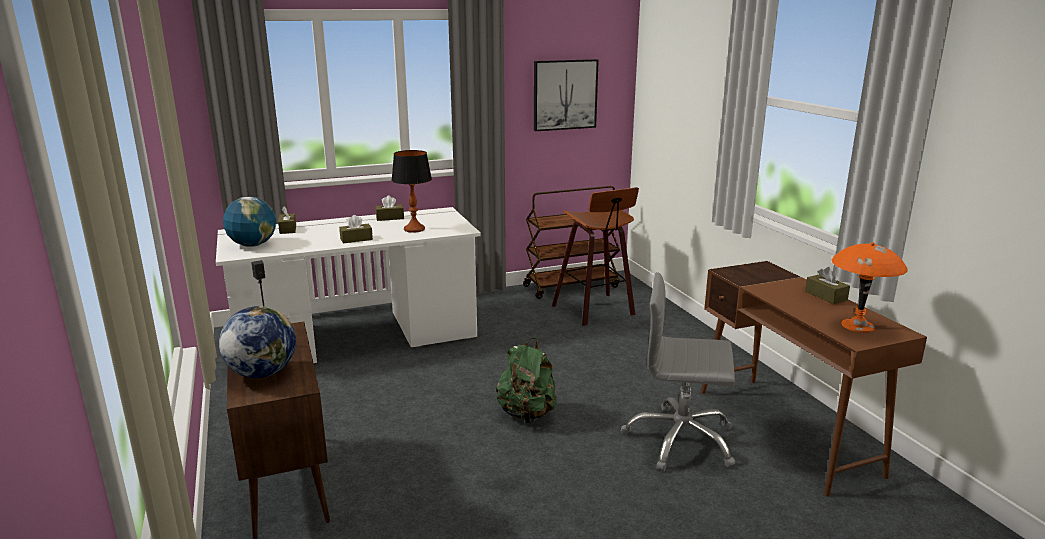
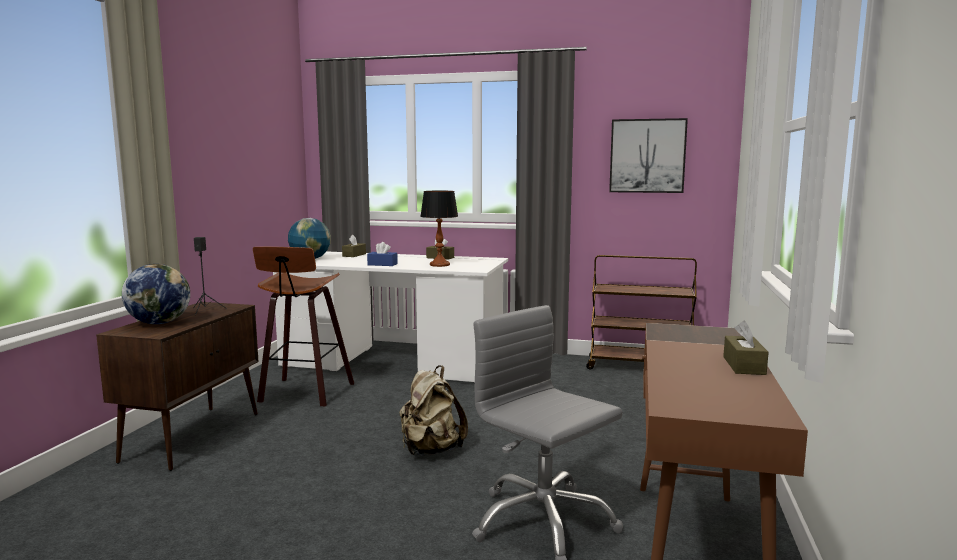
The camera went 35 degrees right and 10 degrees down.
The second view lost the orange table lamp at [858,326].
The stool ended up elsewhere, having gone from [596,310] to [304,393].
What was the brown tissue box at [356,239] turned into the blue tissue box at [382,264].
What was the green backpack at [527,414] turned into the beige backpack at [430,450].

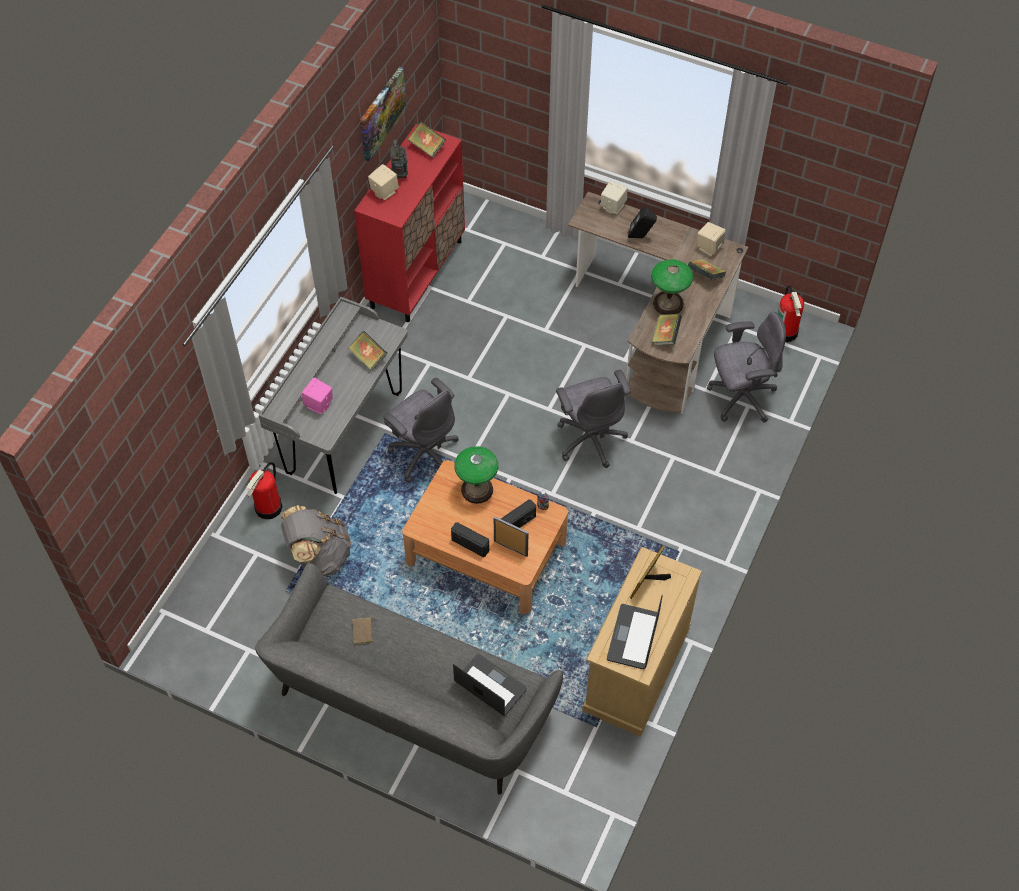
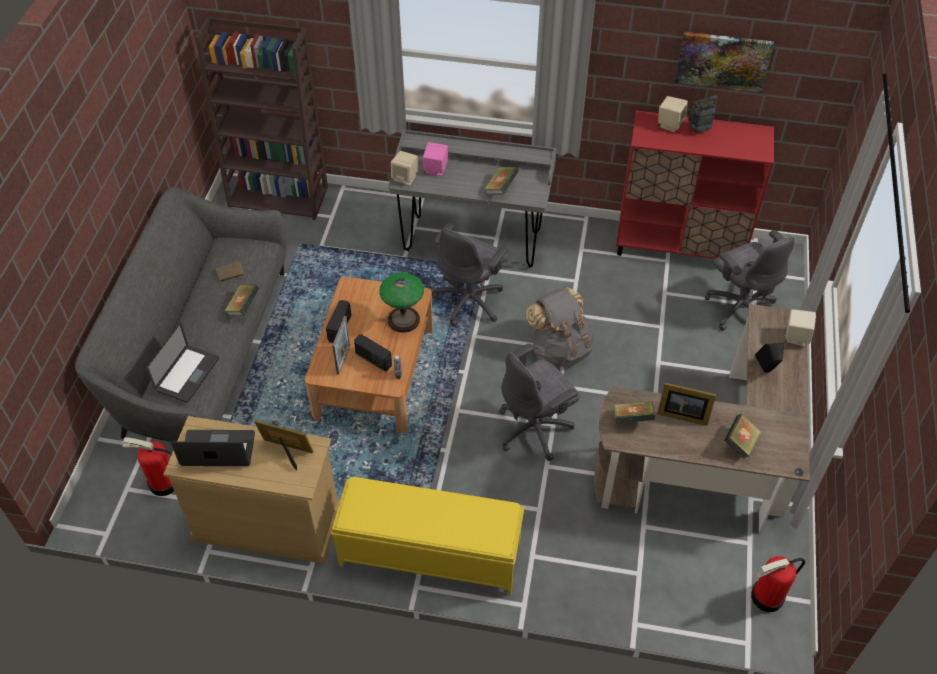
The camera went 75 degrees right and 5 degrees down.
The second view gained the brown bookcase at [279,197].
The second view gained the yellow bench at [428,554].
The fire extinguisher ended up elsewhere, having gone from [269,508] to [163,483].
The grey backpack ended up elsewhere, having gone from [319,555] to [560,349].
The book ended up elsewhere, having gone from [427,147] to [243,307].
The beige speaker ended up elsewhere, having gone from [709,247] to [405,178].
The grey office chair ended up elsewhere, having gone from [740,397] to [739,307].
Where the table lamp stood at [668,303], the picture frame came to stand at [681,413].

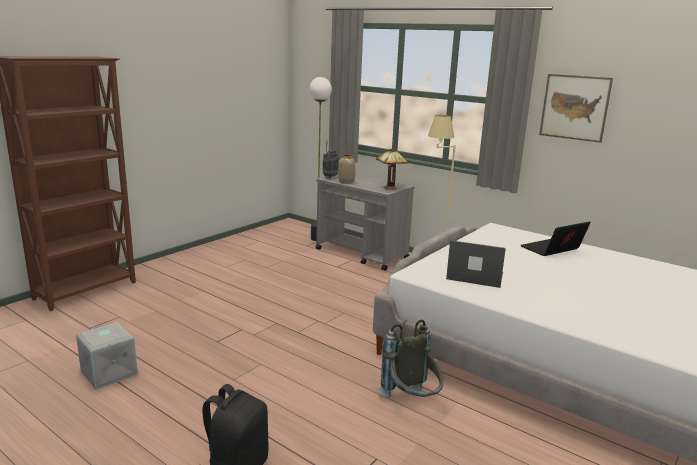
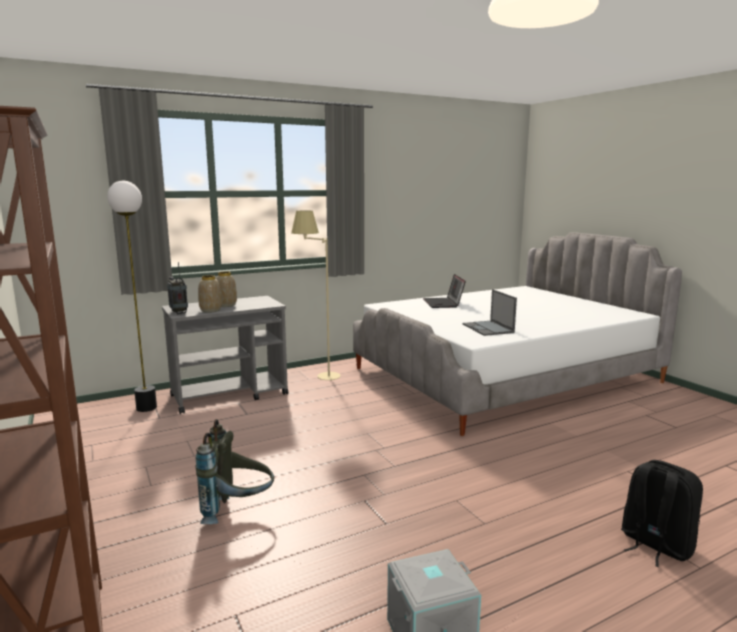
The camera went 65 degrees left and 5 degrees down.
The second view lost the table lamp at [390,188].
The second view lost the picture at [574,107].
The second view gained the vase at [226,305].
The grey backpack ended up elsewhere, having gone from [412,402] to [238,511].
The laptop at [474,276] ended up facing another way, 60 degrees counterclockwise from before.

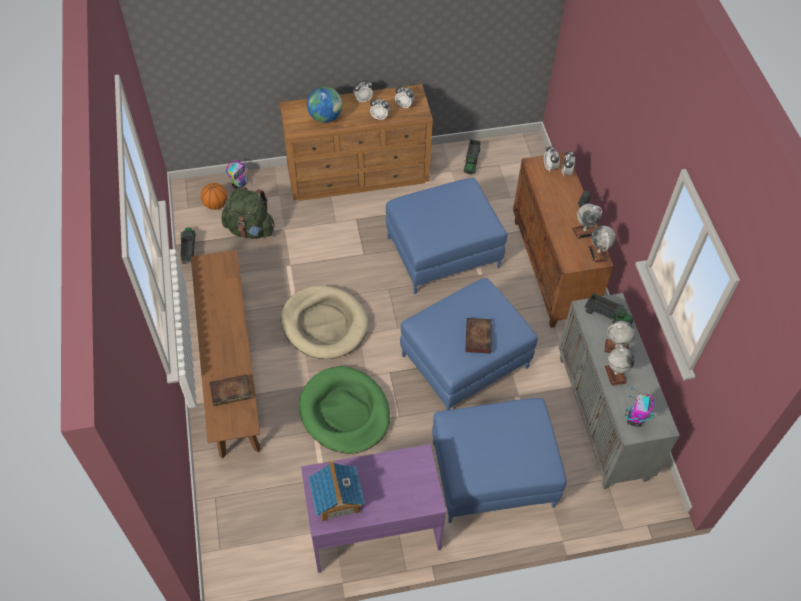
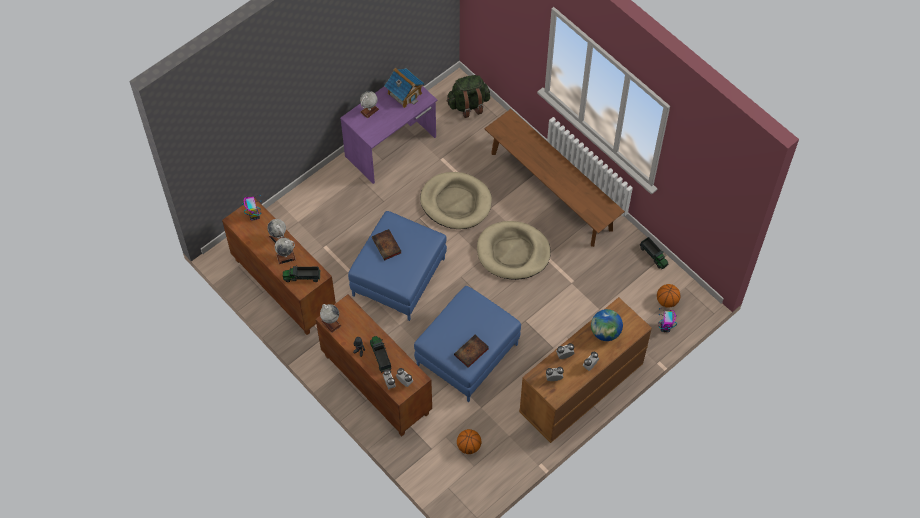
The camera went 150 degrees right and 5 degrees up.
The second view lost the blue ottoman at [493,474].
The second view gained the basketball at [468,446].
The book ended up elsewhere, having gone from [232,391] to [471,352].
The green backpack ended up elsewhere, having gone from [250,229] to [468,105].
The toy truck ended up elsewhere, having gone from [471,161] to [380,356].
The globe ended up elsewhere, having gone from [584,231] to [369,110].
What was the green dog bed at [344,412] turned into the beige dog bed at [456,202].
What was the grey cabinet at [603,418] turned into the brown cabinet at [283,287].

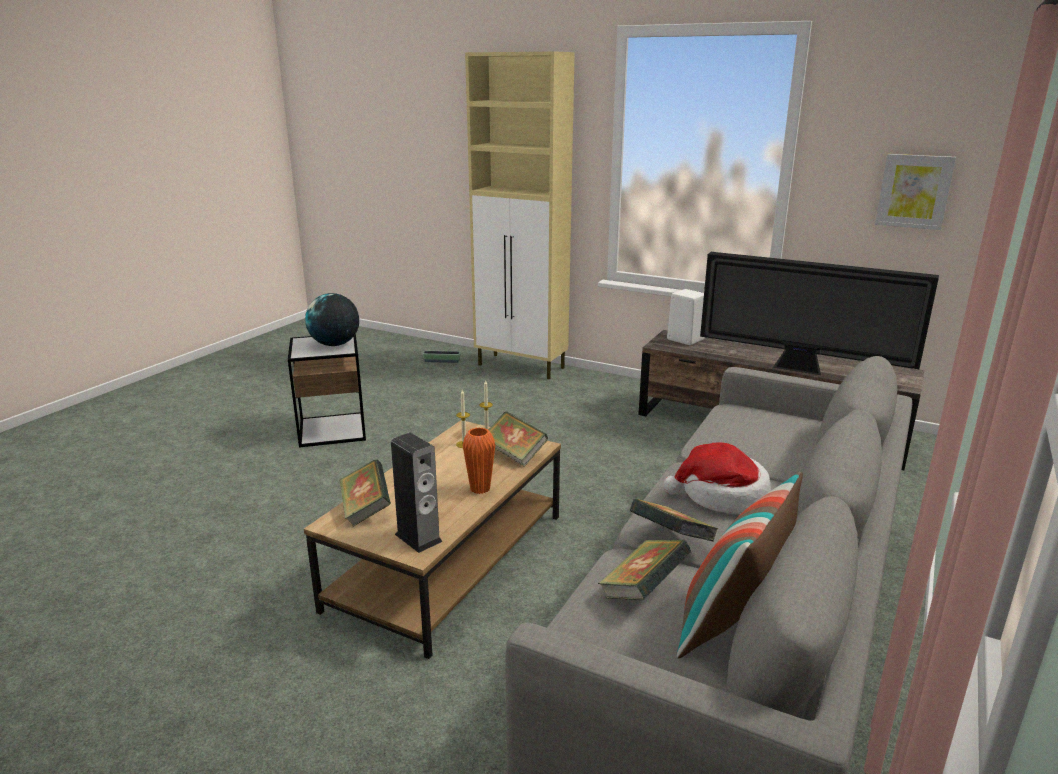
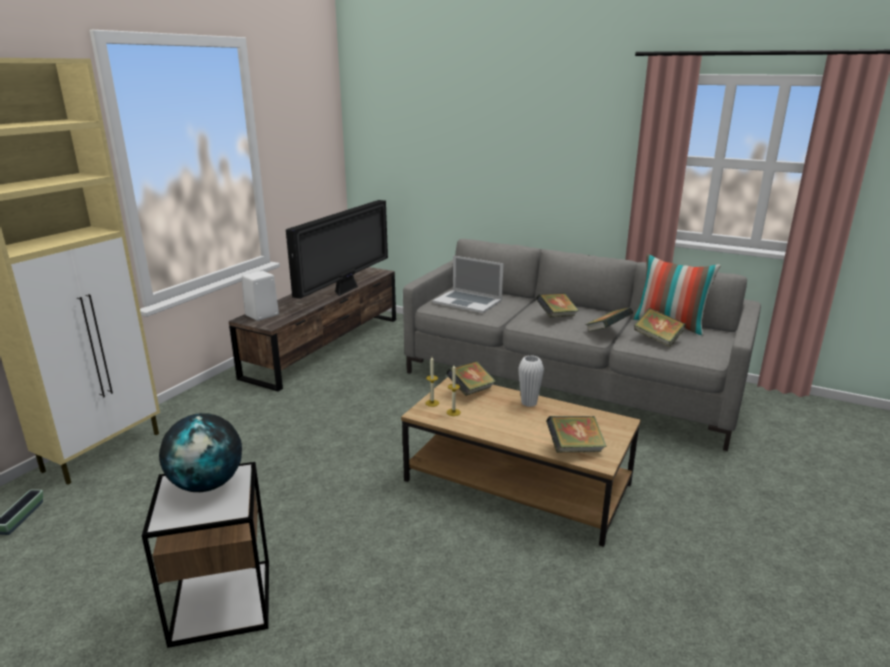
The camera went 90 degrees left and 0 degrees up.
The second view lost the speaker at [418,538].
The second view lost the picture at [914,191].
The second view gained the laptop at [468,301].
Where the hat stood at [721,495], the book came to stand at [556,316].
What was the orange vase at [480,489] turned into the white vase at [529,403].

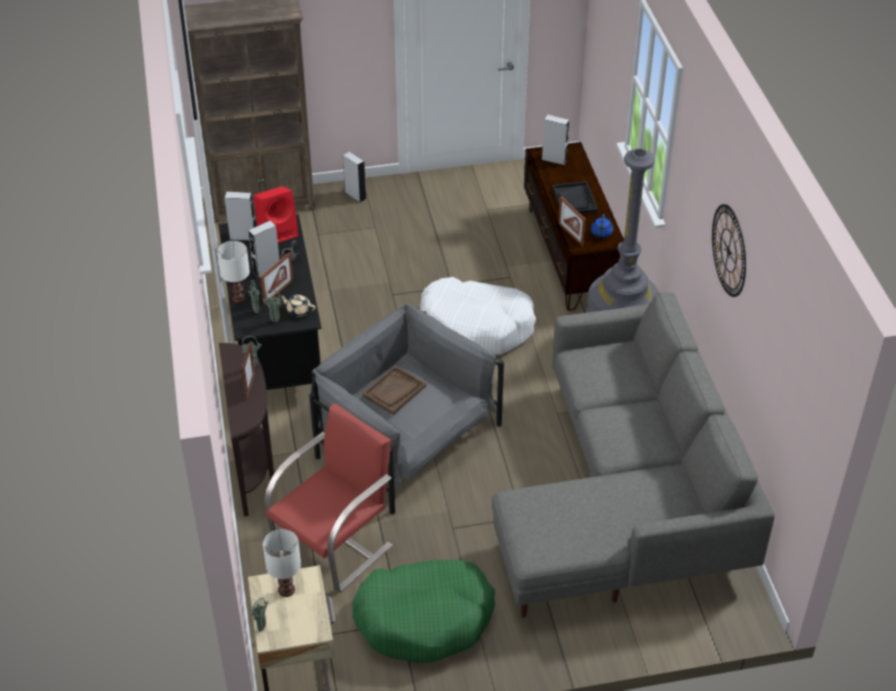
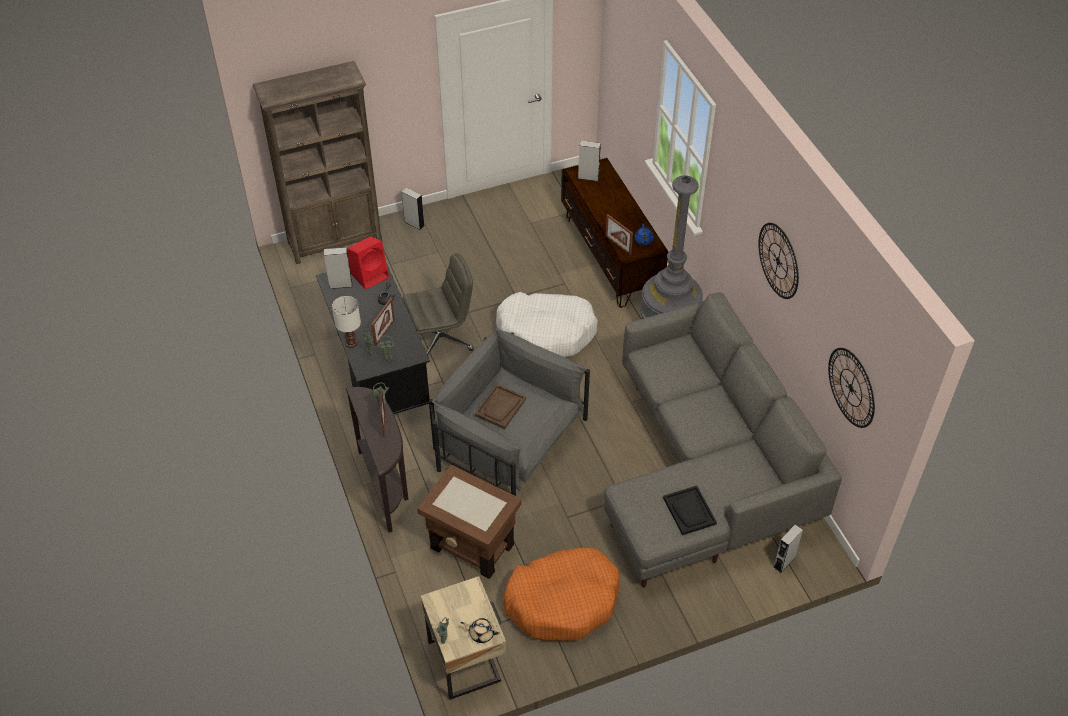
The camera went 10 degrees left and 5 degrees up.
The second view lost the white table lamp at [286,590].
The second view gained the grey office chair at [441,339].
The second view gained the wall clock at [851,387].
The grey speaker ended up elsewhere, having gone from [266,270] to [784,562].
The beige teapot ended up elsewhere, having gone from [298,311] to [481,633].
The black tray ended up elsewhere, having gone from [574,200] to [689,511].
Where the red armchair stood at [334,544], the brown side table came to stand at [472,546].
What was the green dog bed at [425,619] turned into the orange dog bed at [563,601].

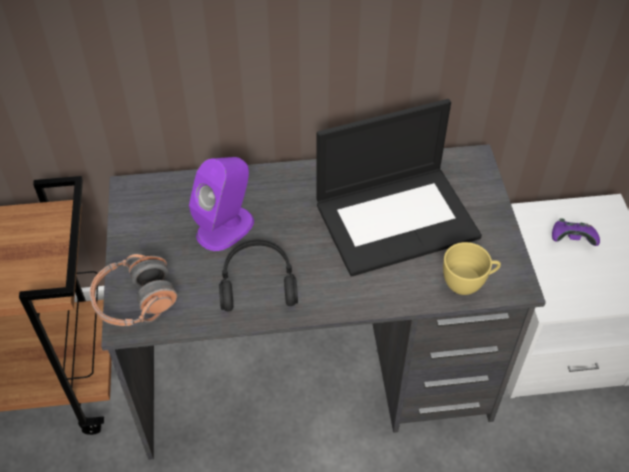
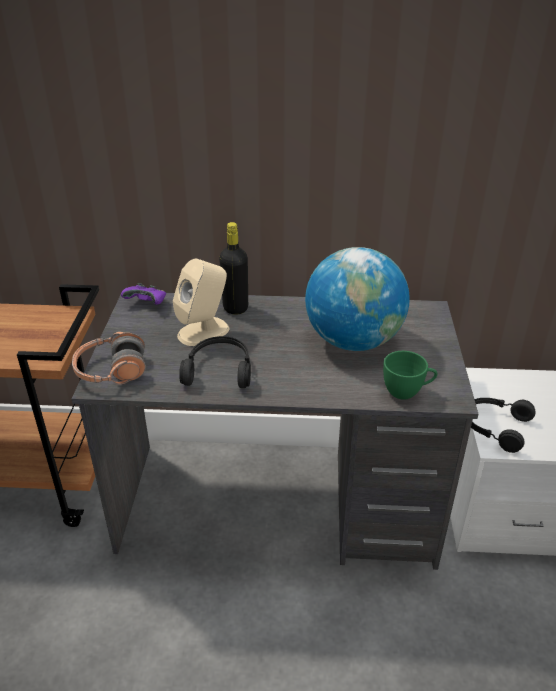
The camera went 10 degrees right and 15 degrees down.
The second view gained the black bottle at [235,308].
The second view gained the black headphones at [494,427].
The purple game controller ended up elsewhere, having gone from [571,240] to [147,304].
Where the laptop stood at [397,218], the globe came to stand at [353,341].
What was the purple speaker at [226,227] turned into the beige speaker at [204,331].
What was the yellow cup at [468,283] turned into the green cup at [407,392].

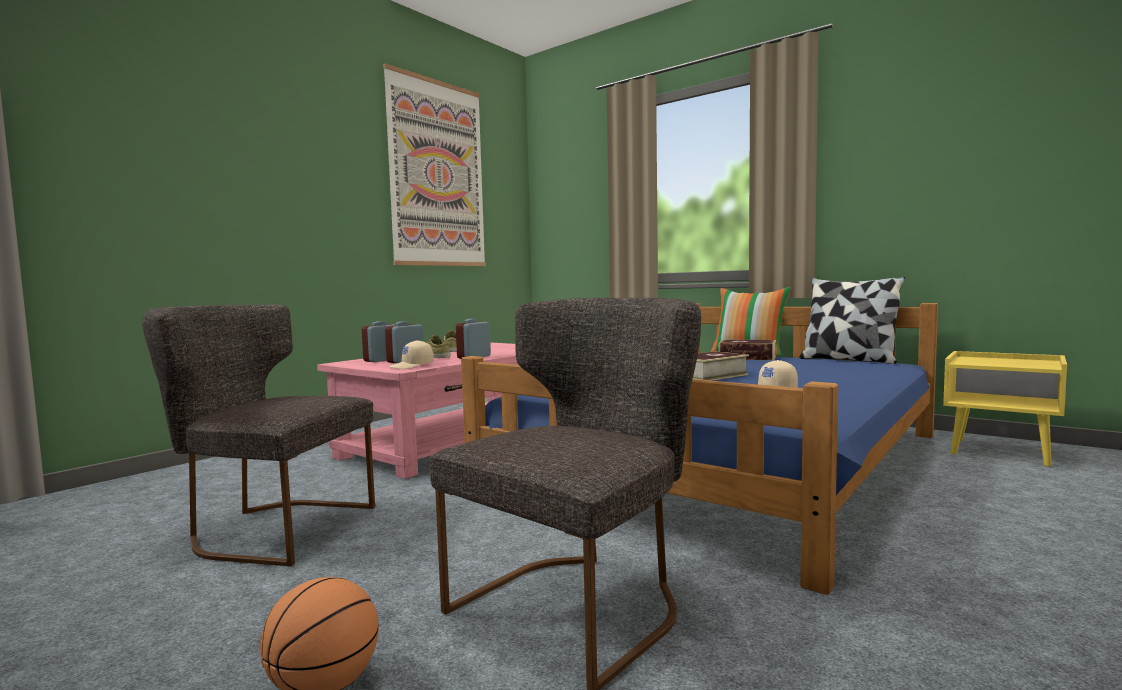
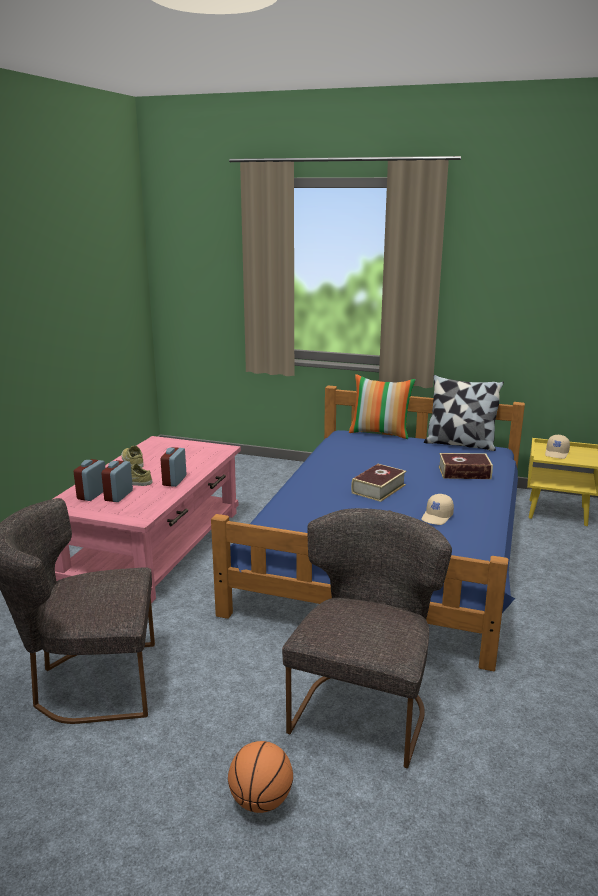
The camera went 20 degrees left and 15 degrees up.
The second view lost the picture at [437,174].
The beige cap ended up elsewhere, having gone from [412,366] to [557,453].
The book ended up elsewhere, having gone from [747,357] to [464,472].

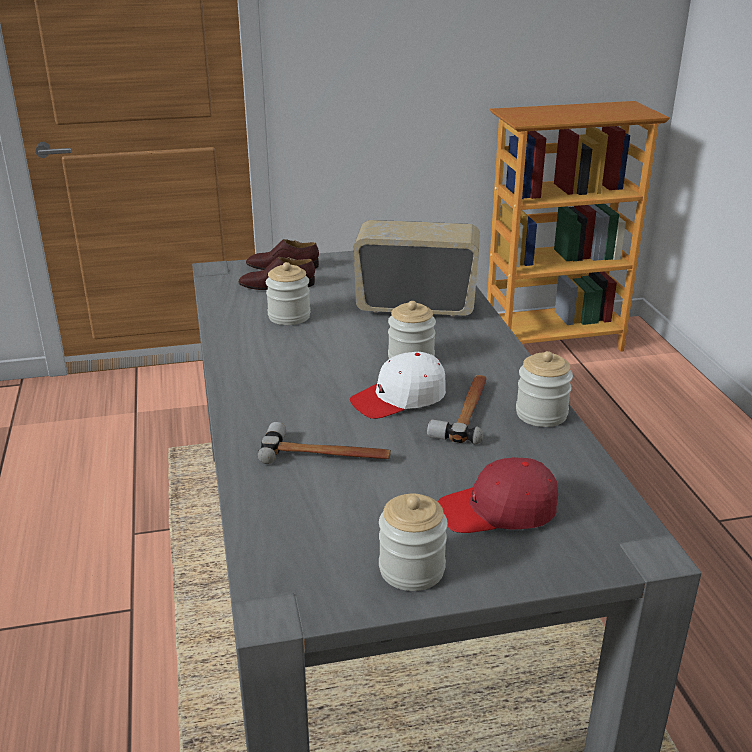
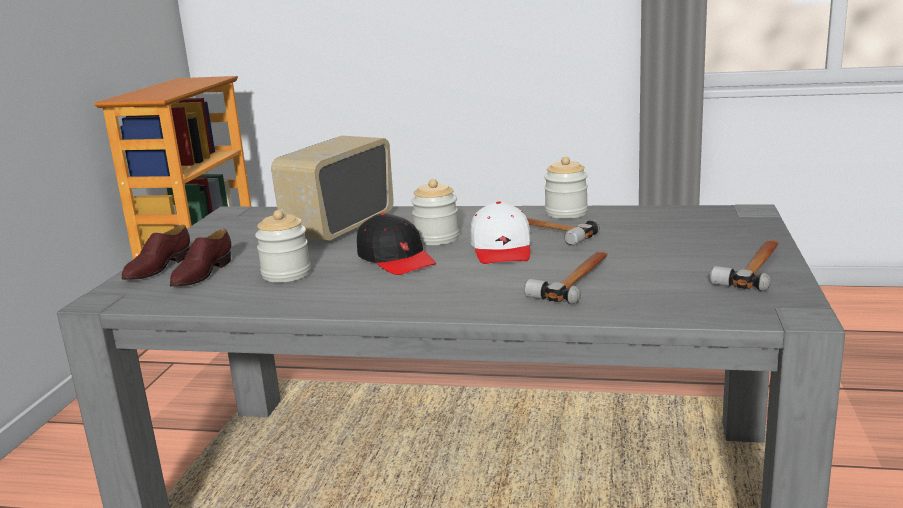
The camera went 65 degrees left and 10 degrees down.
The second view lost the red cap at [498,511].
The second view gained the black cap at [396,259].
Where the jar stood at [411,569], the hammer came to stand at [754,268].

